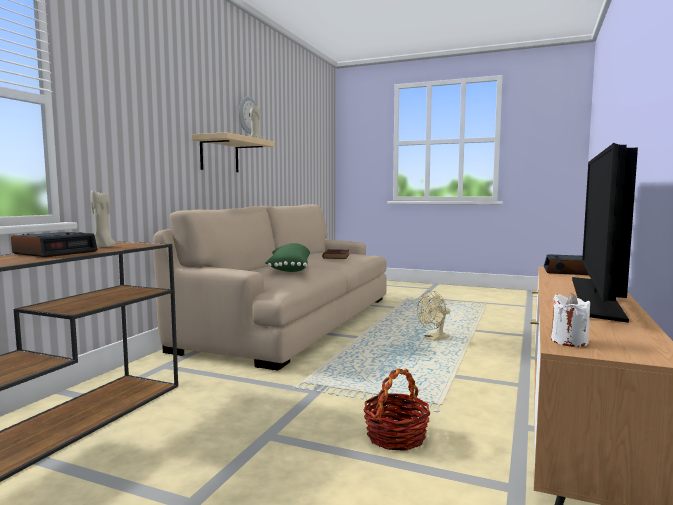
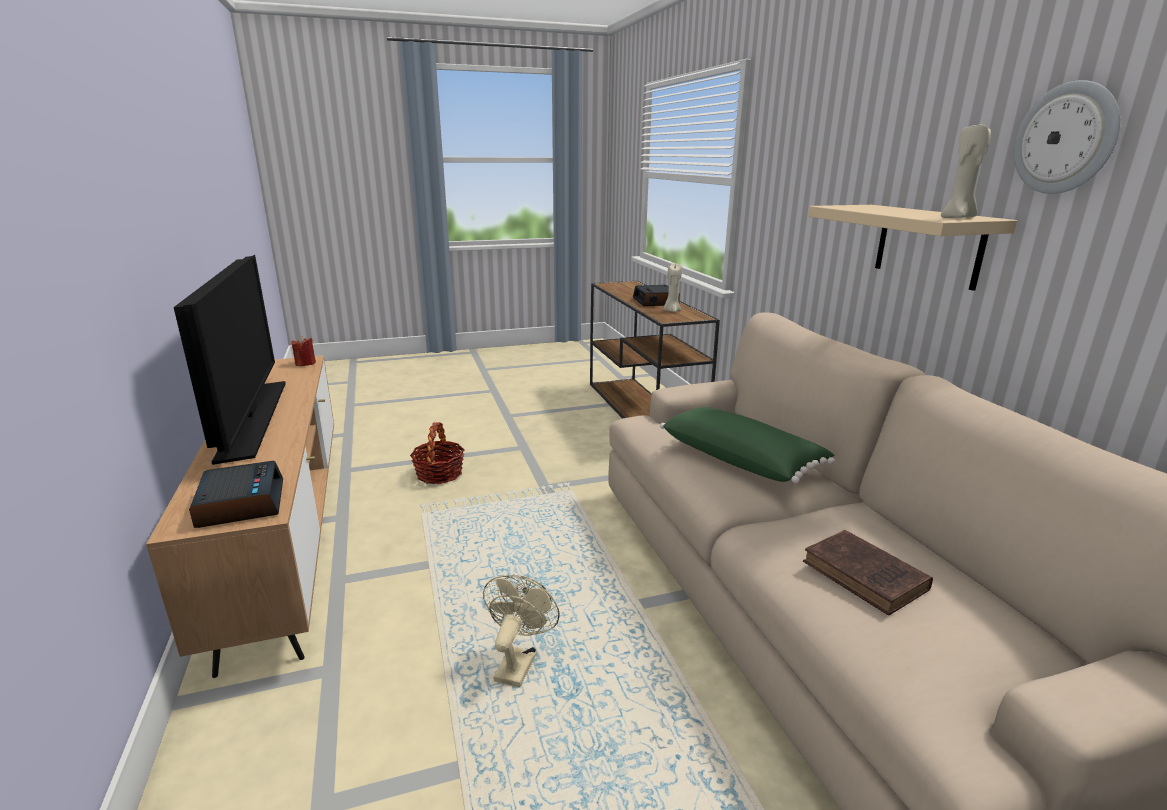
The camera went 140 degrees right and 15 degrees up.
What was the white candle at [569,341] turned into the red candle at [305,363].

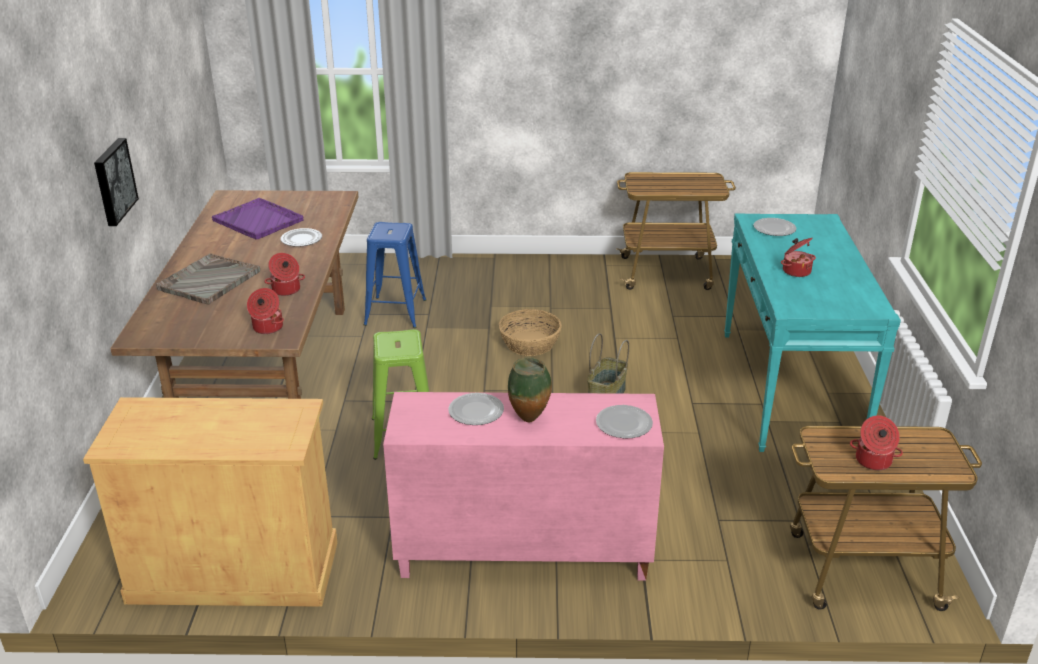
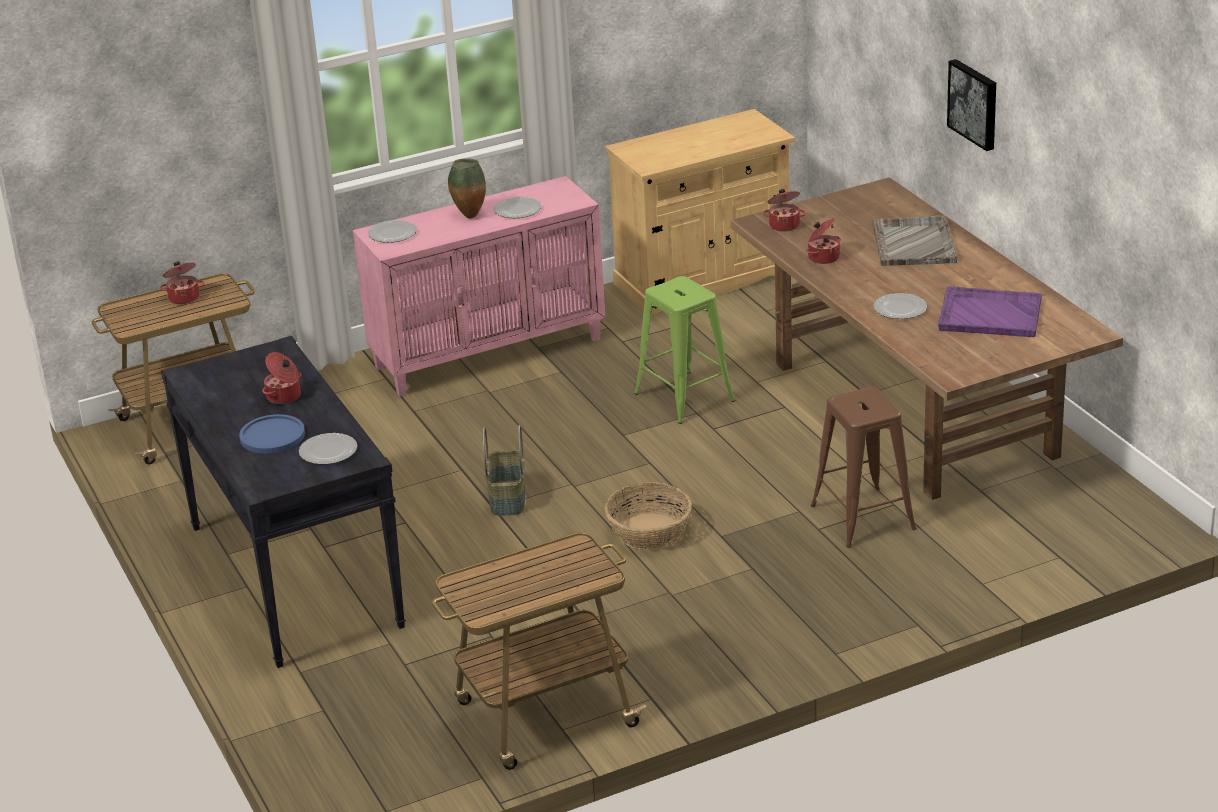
The camera went 155 degrees right and 0 degrees up.
The second view gained the blue plate at [272,436].
What was the blue stool at [395,312] turned into the brown stool at [863,518].
What was the turquoise console table at [790,389] turned into the black console table at [294,575].

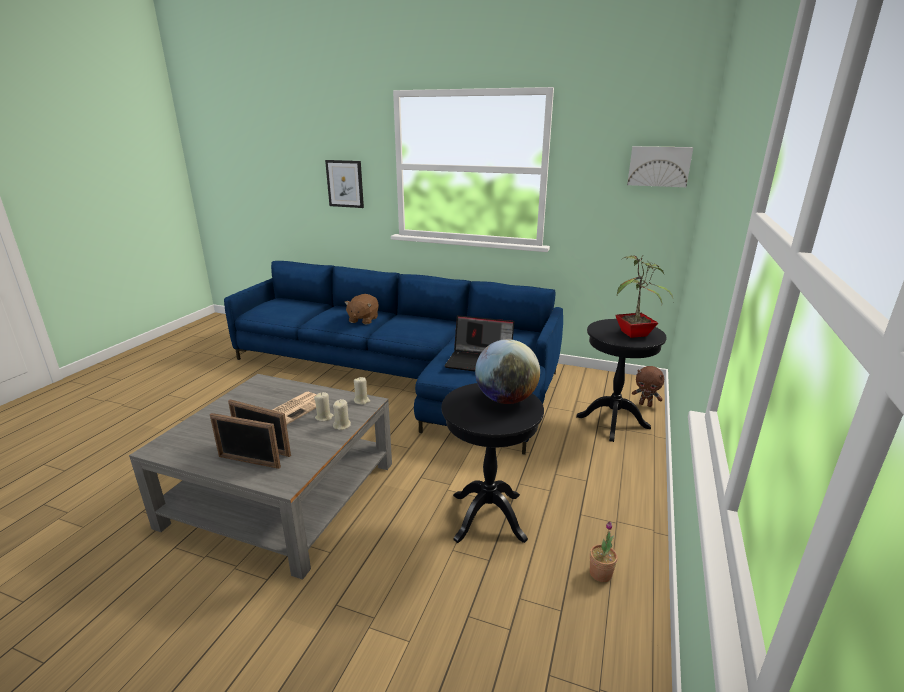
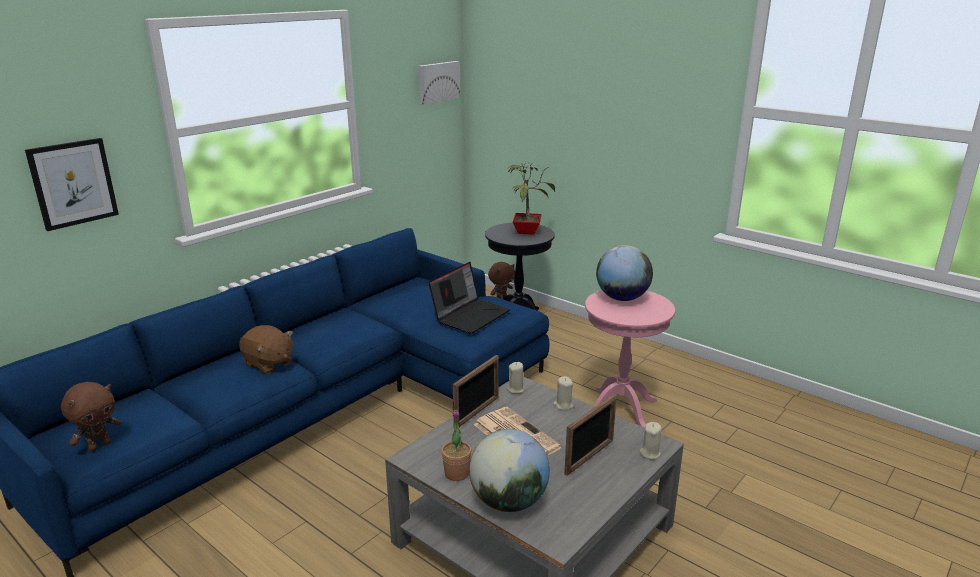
The camera went 70 degrees left and 0 degrees up.
The second view gained the brown plush toy at [99,445].
The second view gained the globe at [509,502].
The picture frame ended up elsewhere, having gone from [249,462] to [477,412].
The beige candle ended up elsewhere, having gone from [324,417] to [649,453].
The potted plant ended up elsewhere, having gone from [600,573] to [457,473].
What was the black side table at [488,516] turned into the pink side table at [620,410].

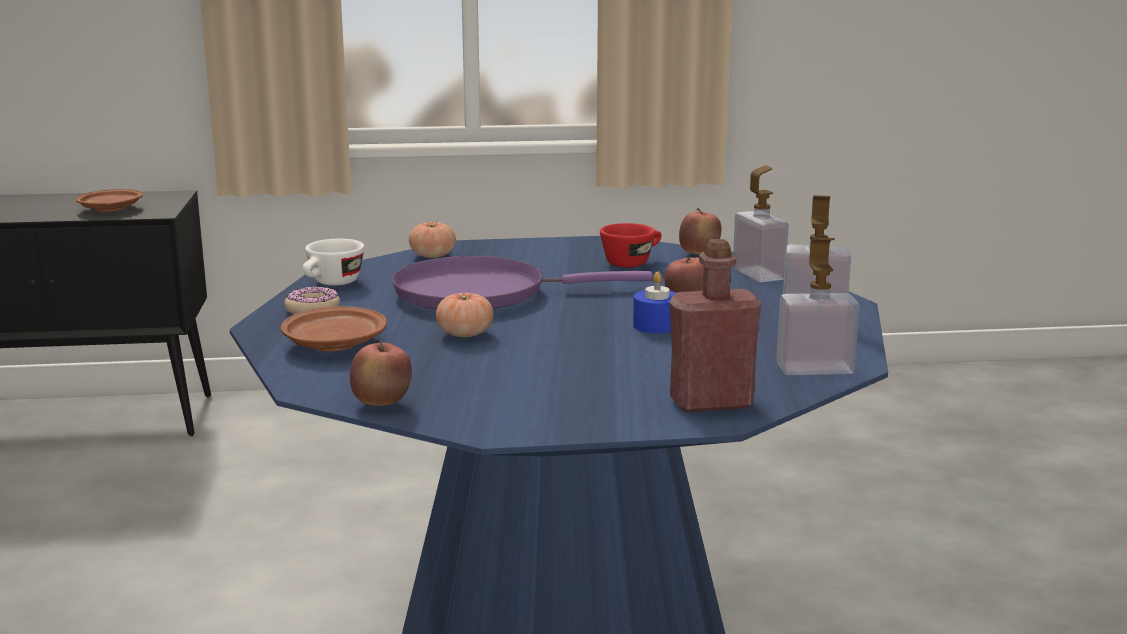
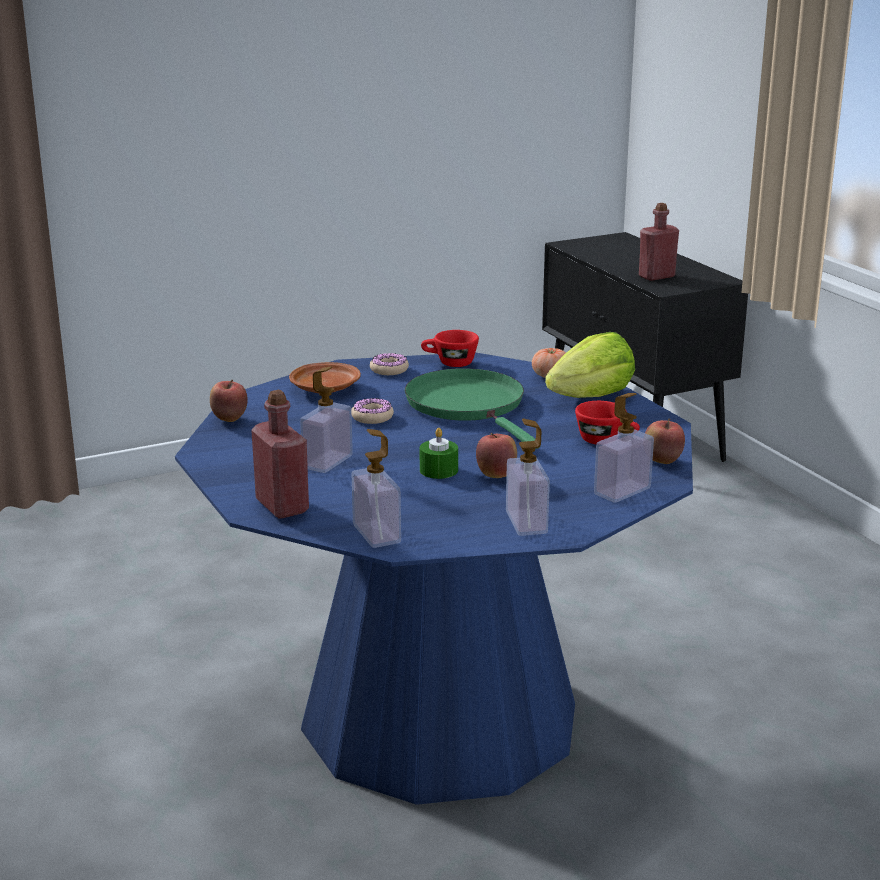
The camera went 70 degrees right and 5 degrees up.
The second view gained the soap dispenser at [327,462].
The second view gained the lettuce at [591,397].
Where the brown plate stood at [111,209], the red bottle came to stand at [656,276].
Where the tomato stood at [465,334], the donut came to stand at [372,417].
What was the white cup at [332,284] turned into the red cup at [449,363].
What was the purple frying pan at [480,293] turned into the green frying pan at [469,406].
What was the blue candle at [656,325] turned into the green candle at [438,470].

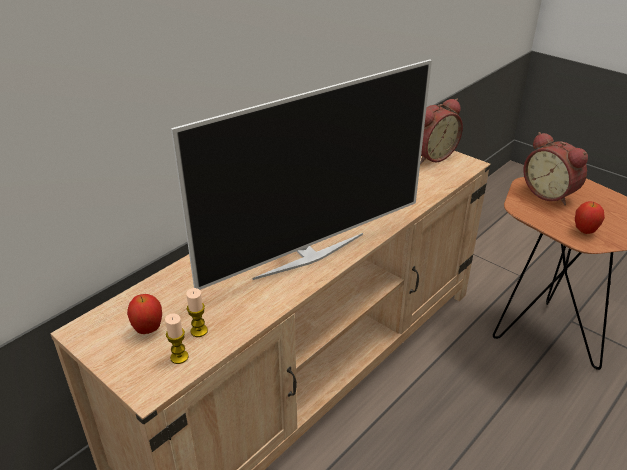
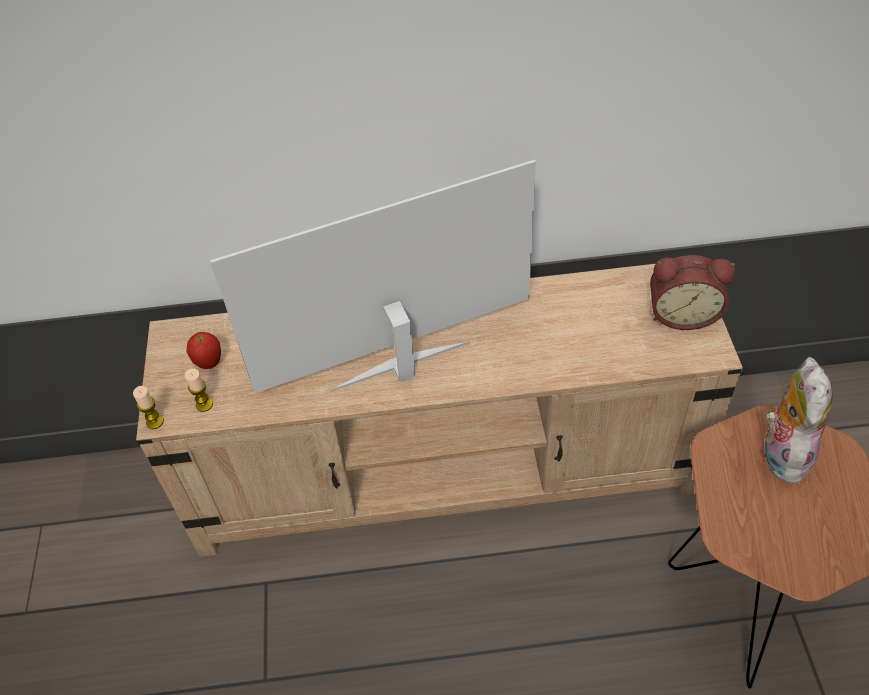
The camera went 45 degrees right and 15 degrees up.
The second view lost the apple at [584,231].
The candle ended up elsewhere, having gone from [199,331] to [155,422].
Where the alarm clock stood at [550,193], the plush toy came to stand at [781,452].
The television at [308,255] ended up facing another way, 150 degrees clockwise from before.

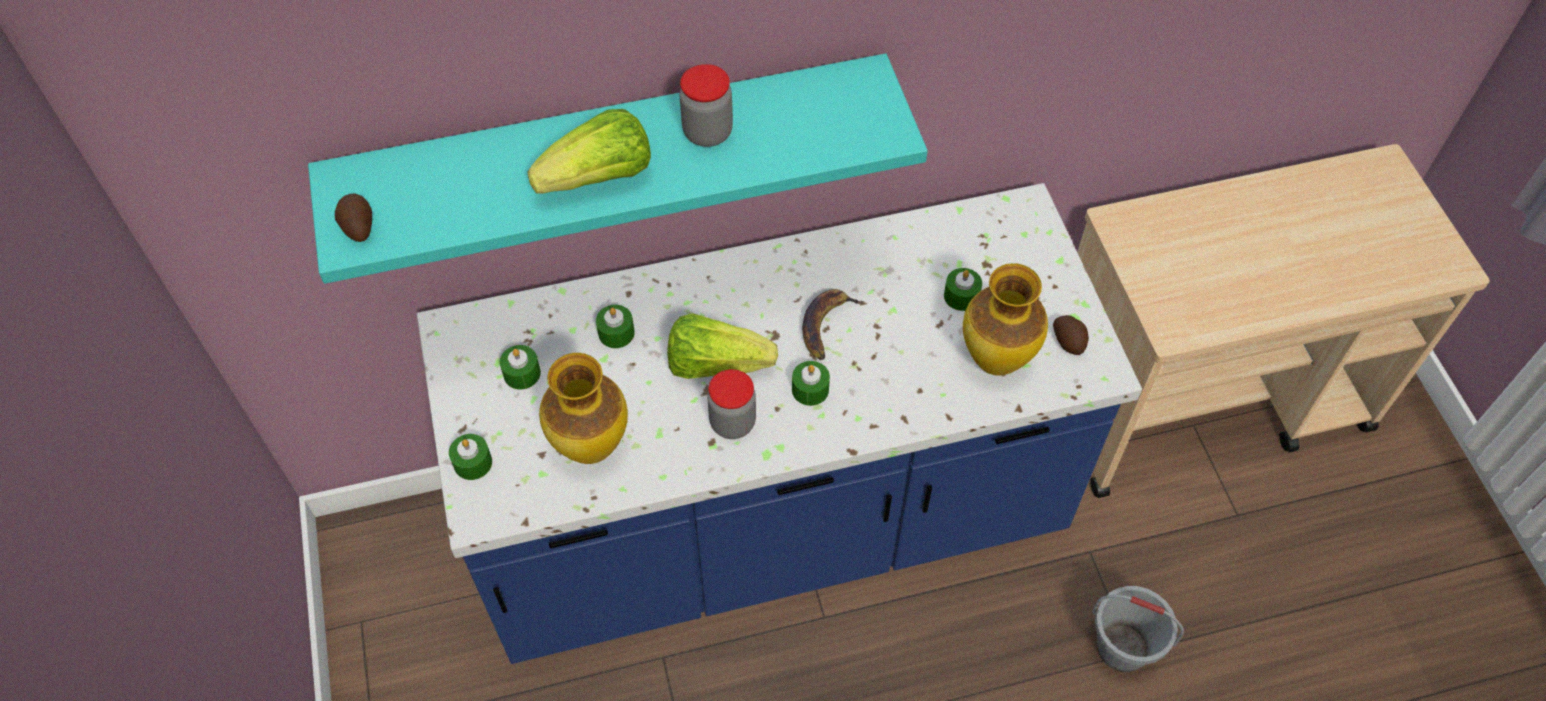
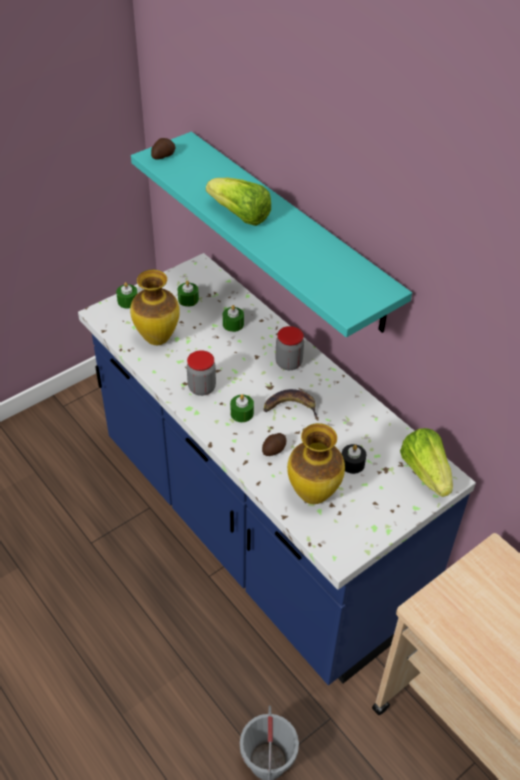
The camera went 65 degrees right and 10 degrees down.
The lettuce ended up elsewhere, having gone from [716,364] to [425,472].
The jar ended up elsewhere, having gone from [707,132] to [288,363].
The potato ended up elsewhere, having gone from [1069,340] to [274,449].
What was the green candle at [961,296] turned into the black candle at [352,463].

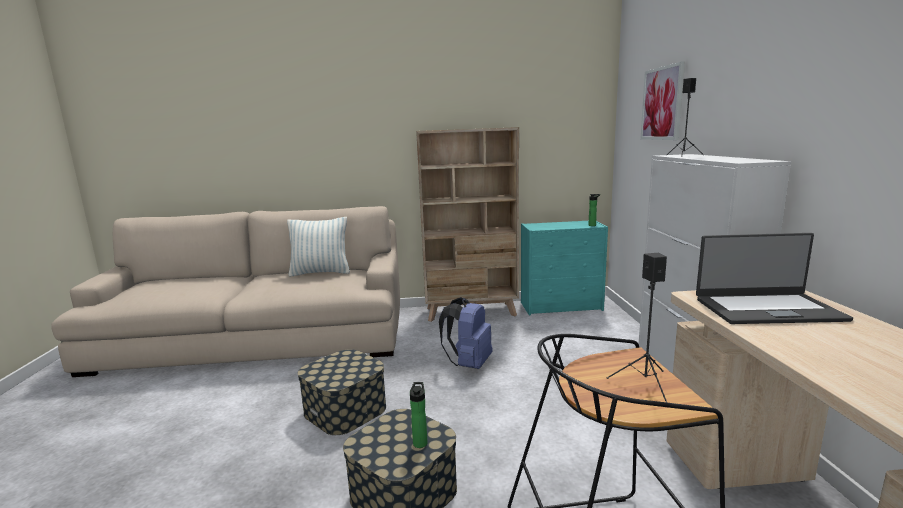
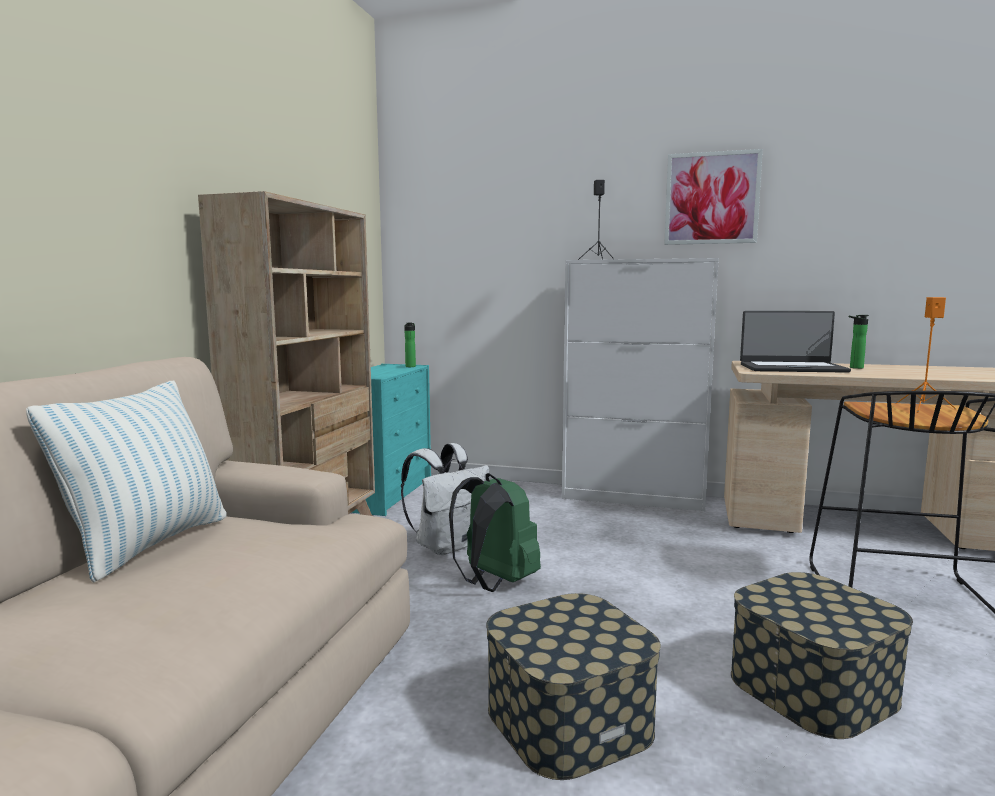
The camera went 70 degrees left and 5 degrees down.
The second view gained the white backpack at [446,546].
The bottle ended up elsewhere, having gone from [420,442] to [854,367].
The picture ended up elsewhere, having gone from [662,103] to [711,198].
What was the blue backpack at [469,364] turned into the green backpack at [494,582].
What was the black speaker at [644,383] turned into the orange speaker at [923,408].
The laptop at [766,309] ended up facing another way, 75 degrees clockwise from before.

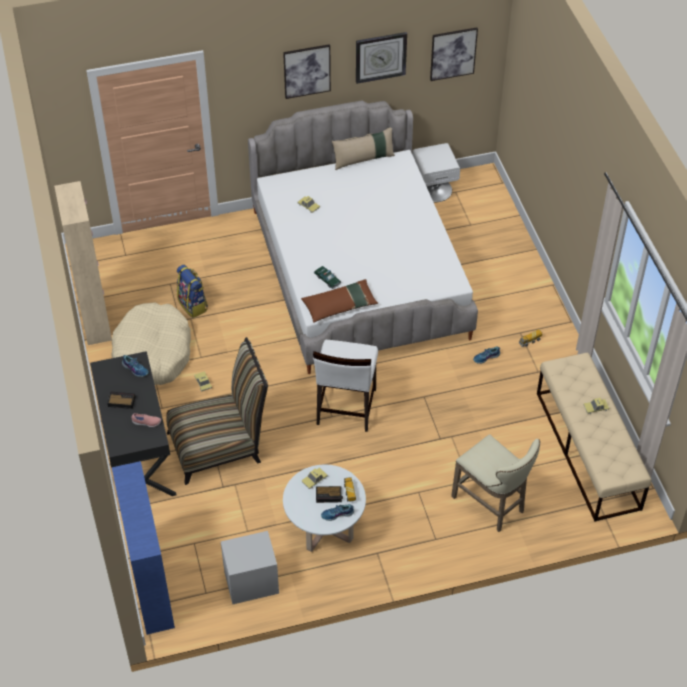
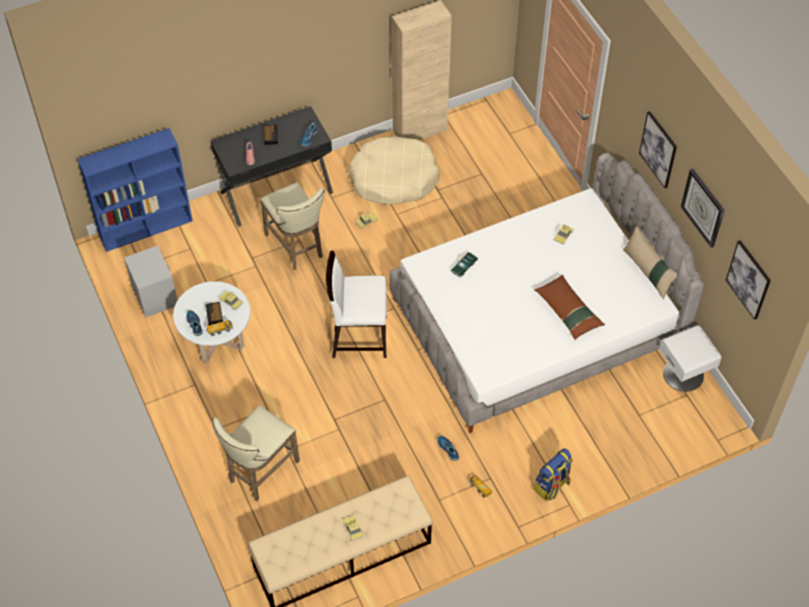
The camera went 80 degrees right and 5 degrees up.
The backpack ended up elsewhere, having gone from [193,305] to [552,486].
The brown pillow ended up elsewhere, having gone from [340,305] to [568,311].
Where the chair stood at [220,445], the beige stool came to stand at [296,247].

